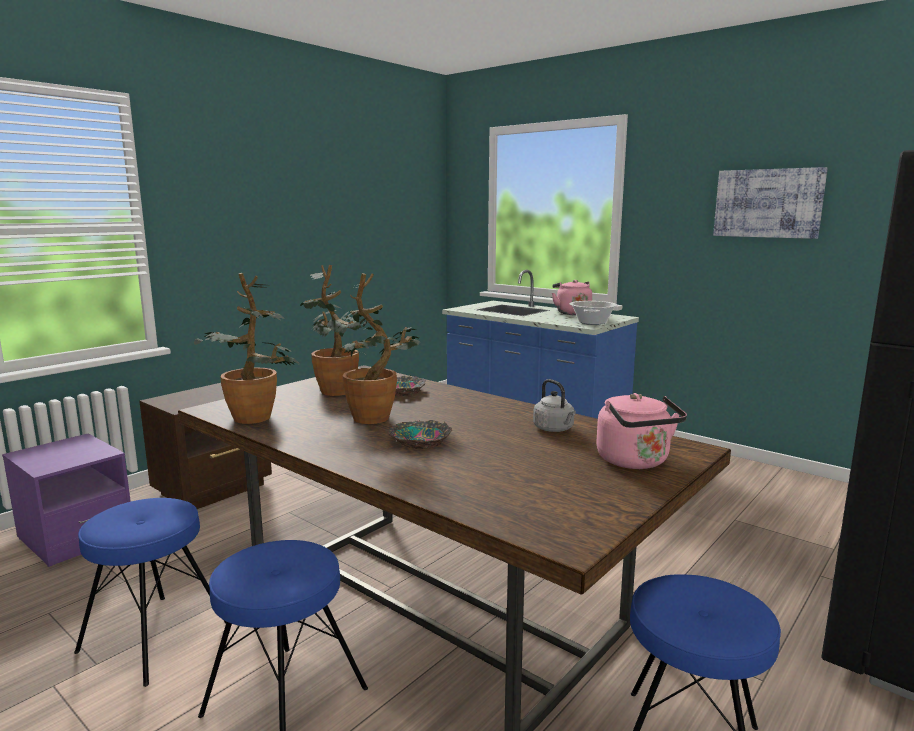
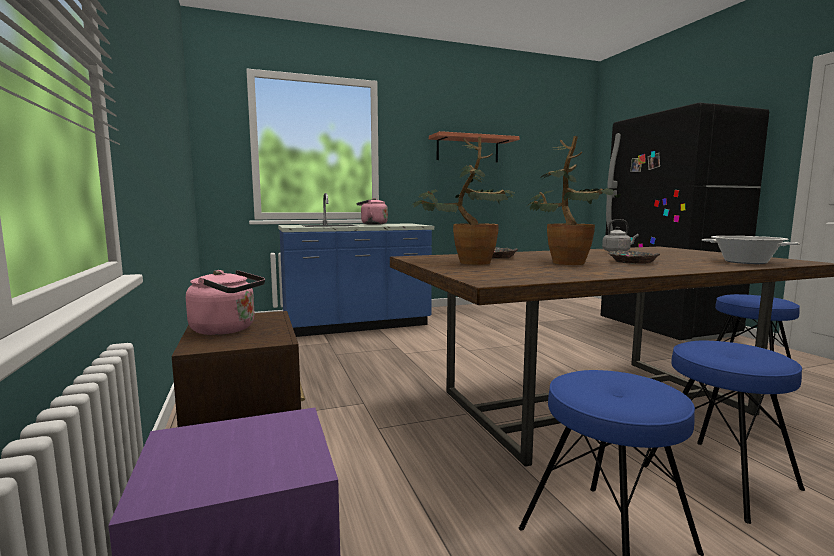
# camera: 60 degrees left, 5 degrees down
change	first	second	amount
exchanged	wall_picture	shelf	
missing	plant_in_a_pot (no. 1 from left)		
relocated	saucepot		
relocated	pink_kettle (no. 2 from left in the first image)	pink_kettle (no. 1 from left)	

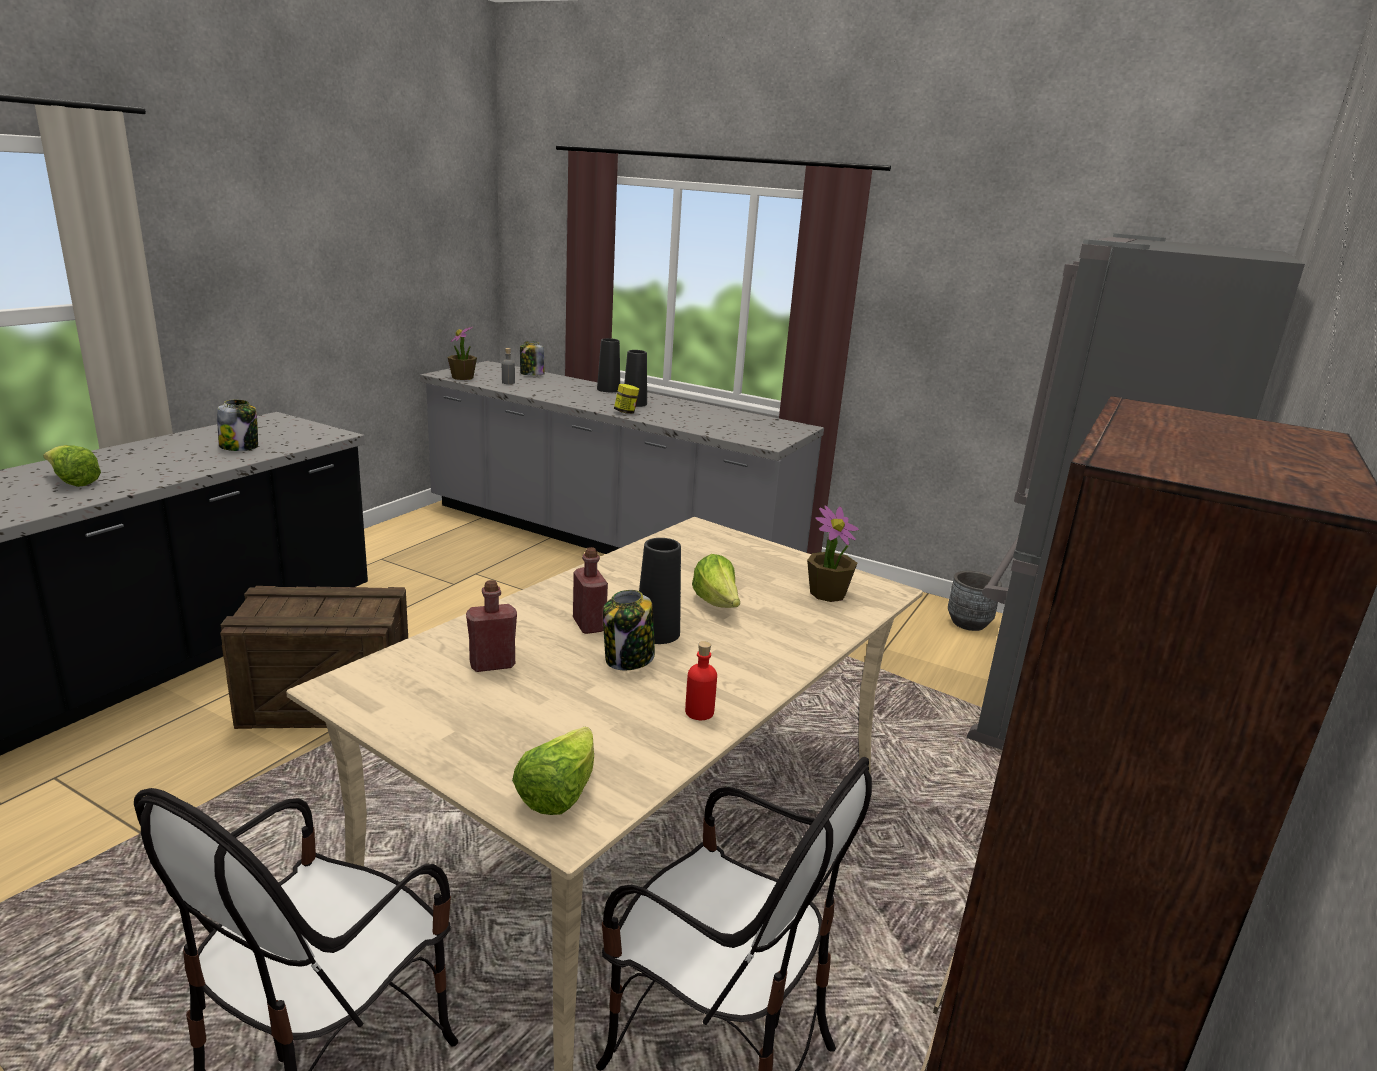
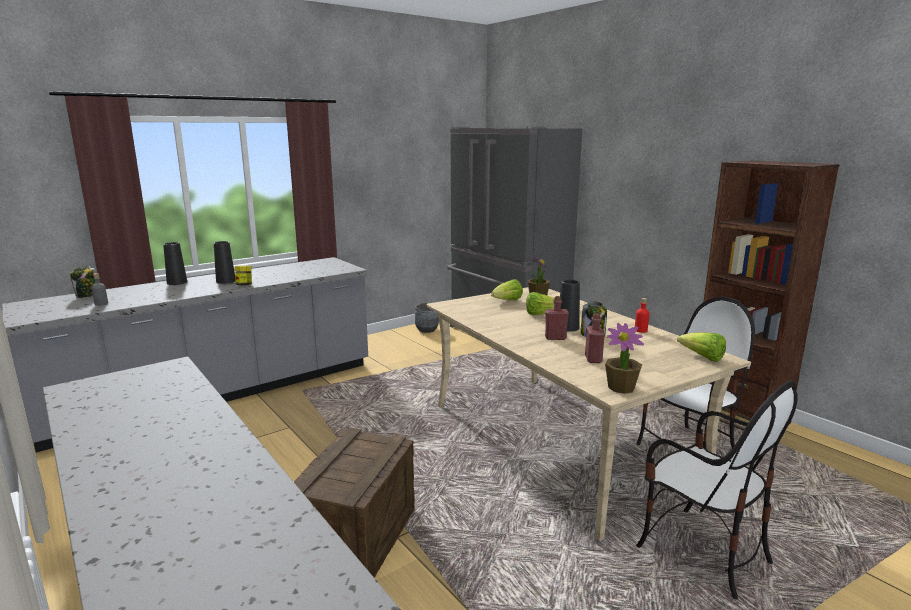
# camera: 65 degrees left, 5 degrees down
change	first	second	amount
relocated	plant_in_a_pot (no. 1 from left in the first image)	plant_in_a_pot (no. 2 from left)	
missing	storage_jar (no. 1 from left)		
relocated	lettuce (no. 1 from left)		

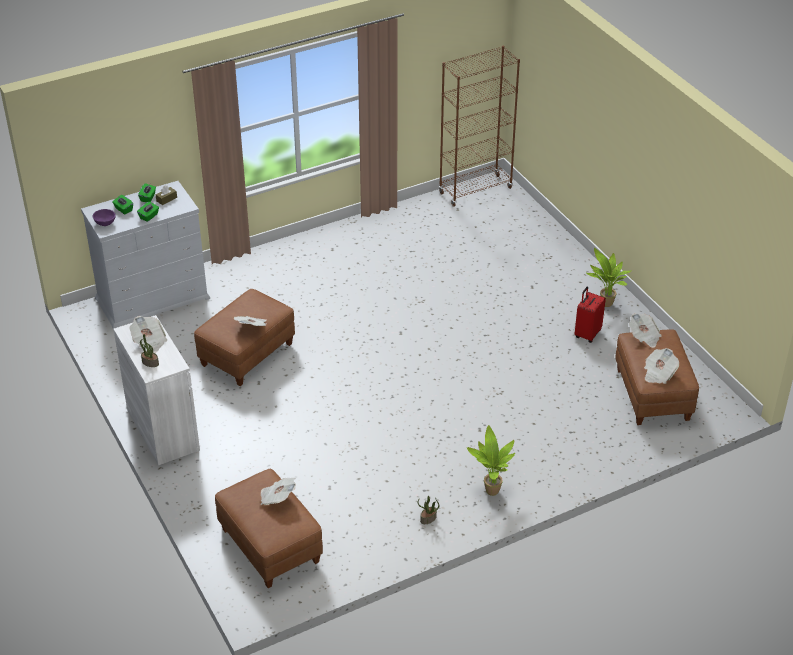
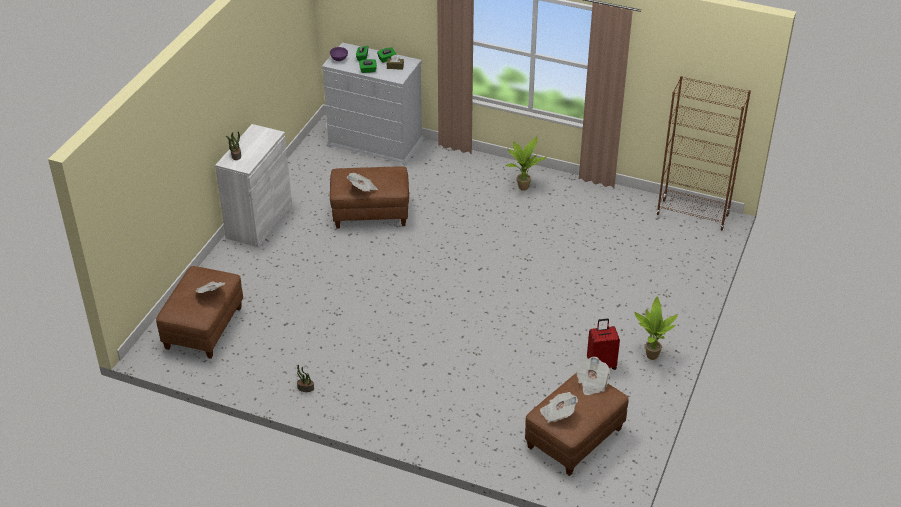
# camera: 50 degrees right, 0 degrees up
change	first	second	amount
missing	newspaper (no. 1 from left)		
relocated	plant_in_a_pot (no. 3 from left)		

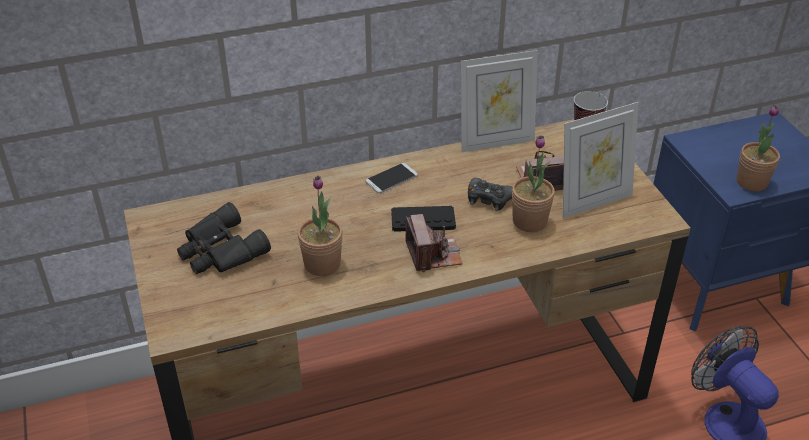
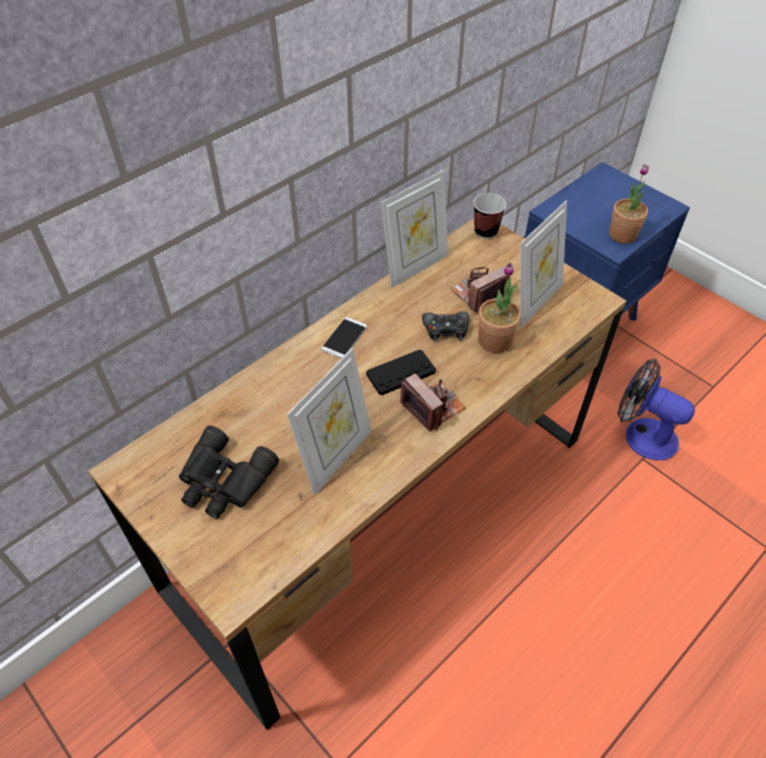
# camera: 25 degrees left, 10 degrees up
change	first	second	amount
exchanged	plant_in_a_pot (no. 1 from left)	picture_frame (no. 1 from left)	

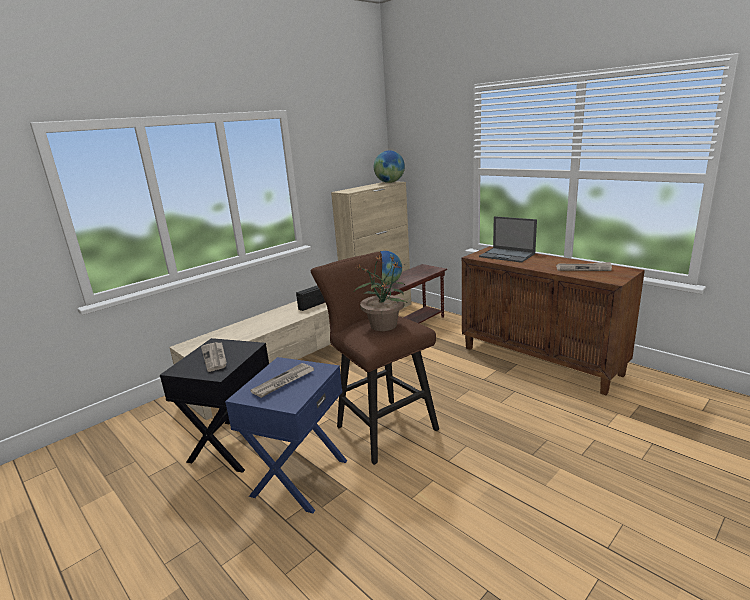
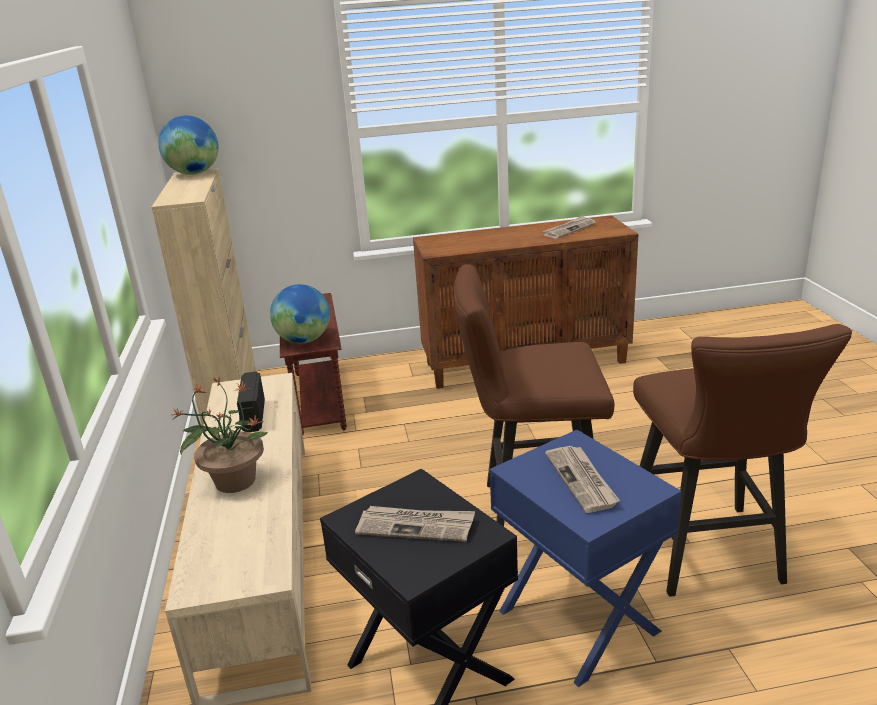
# camera: 55 degrees left, 5 degrees up
change	first	second	amount
missing	portable_computer		
relocated	plant_in_a_pot		
appeared		brown-coloured_stool_seat (no. 2 from left)	

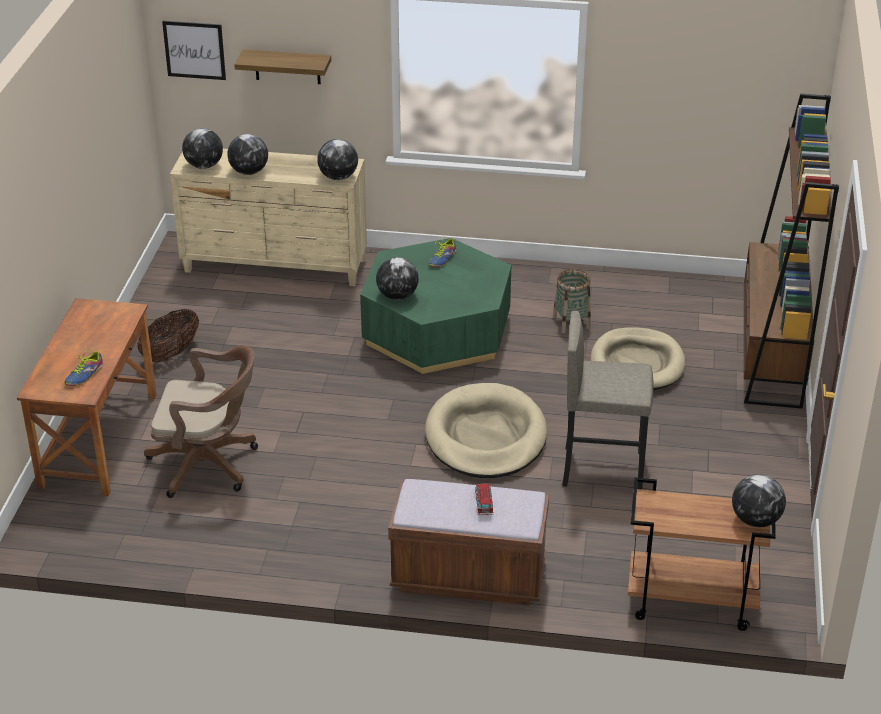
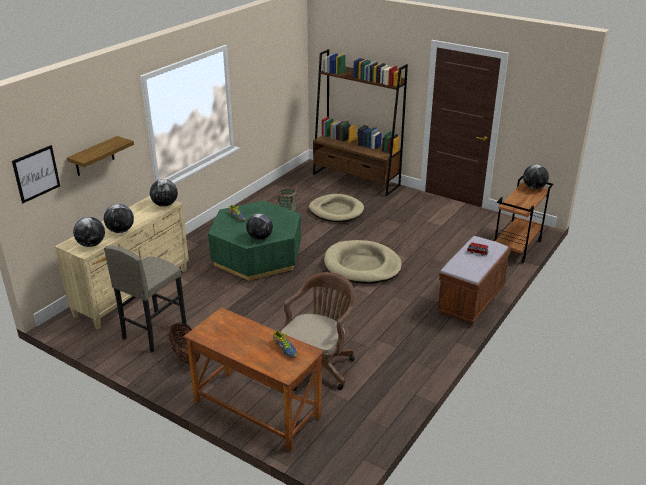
# camera: 65 degrees left, 5 degrees down
change	first	second	amount
relocated	gray_stool_seat		

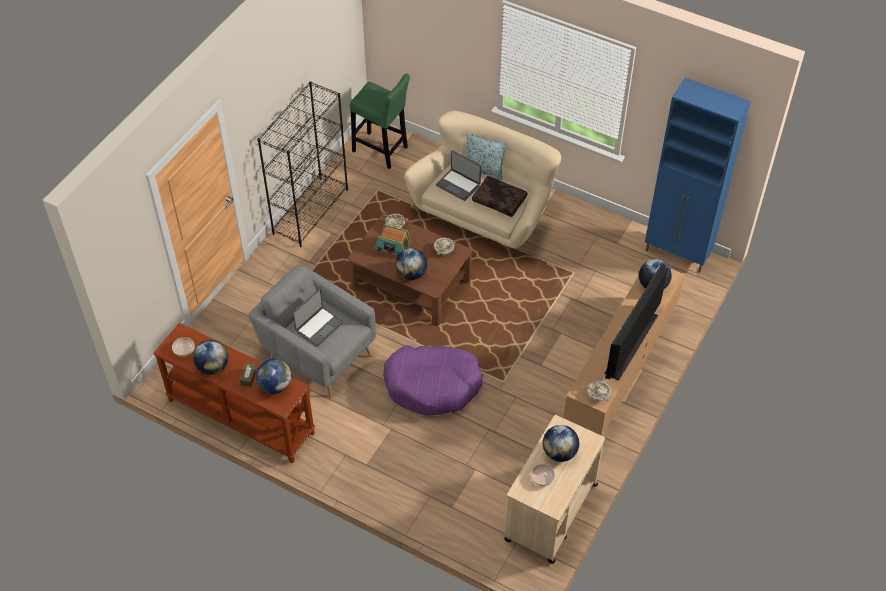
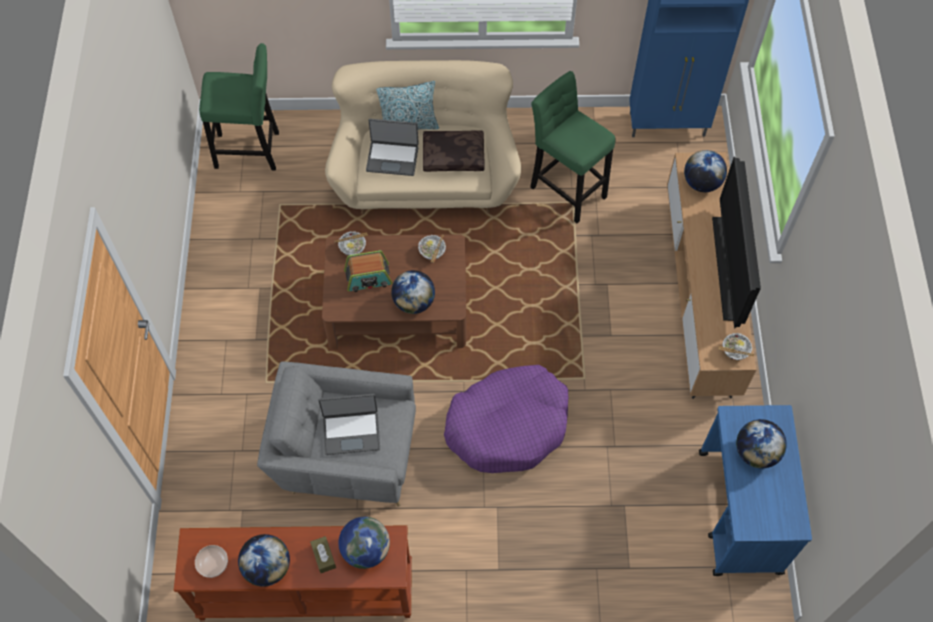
# camera: 30 degrees left, 10 degrees up
change	first	second	amount
missing	black_bookcase		
spun	portable_computer (no. 1 from left)		75 degrees clockwise
colour	sand-coloured_wheeled_cart	bluish_wheeled_cart	
missing	serving_bowl (no. 4 from left)		
appeared		green_stool_seat (no. 2 from left)	

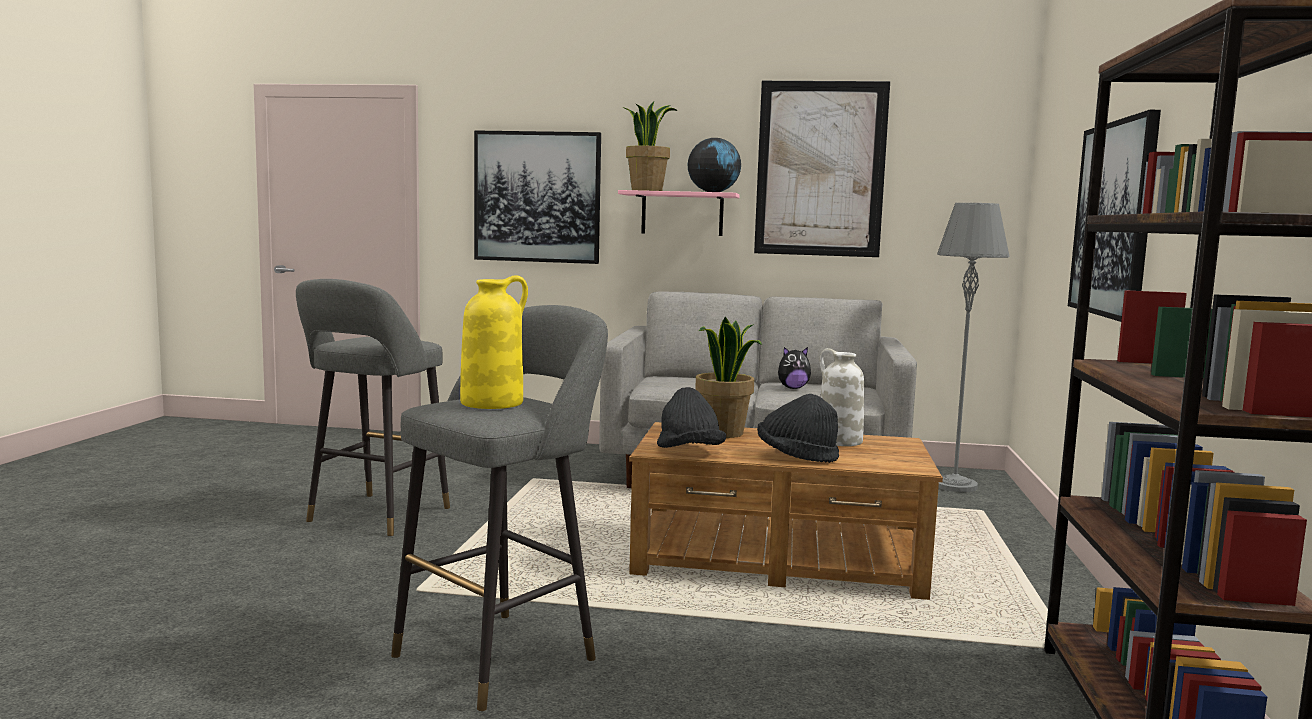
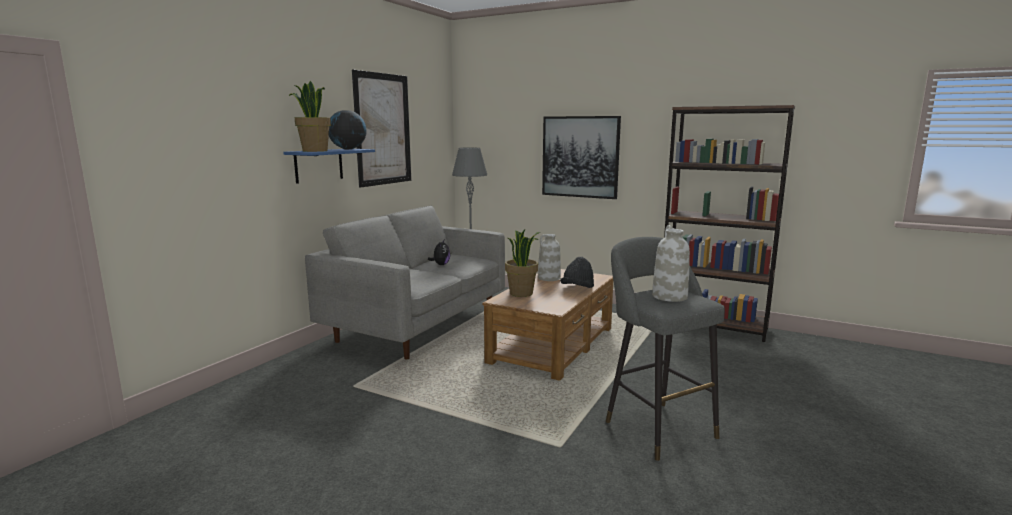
# camera: 70 degrees left, 5 degrees up
change	first	second	amount
missing	wall_picture (no. 1 from left)		
colour	pink_shelf	bluish_shelf	
colour	yellow-coloured_vase	white-coloured_vase (no. 2 from left)	
missing	gray_stool_seat (no. 1 from left)		
missing	black_clothing_hat (no. 1 from left)		

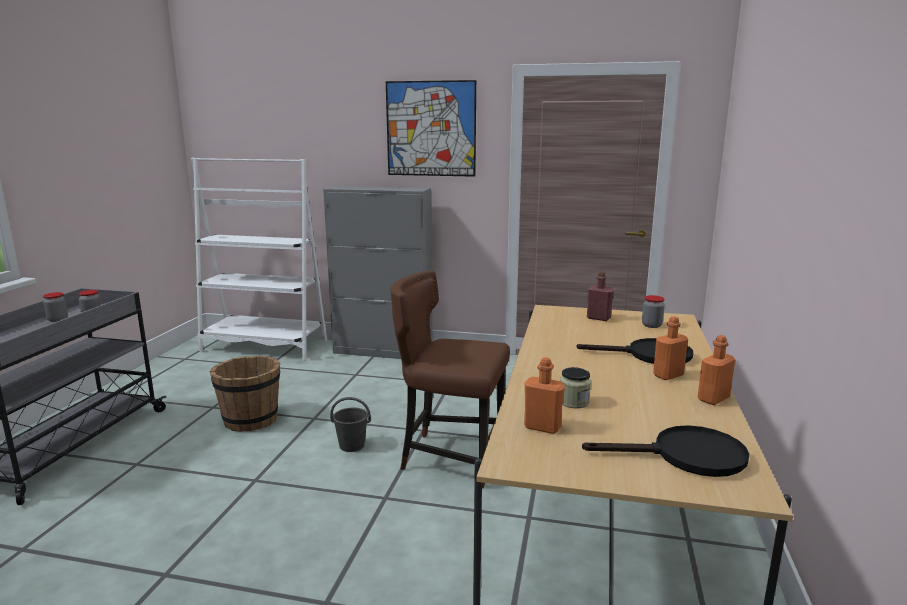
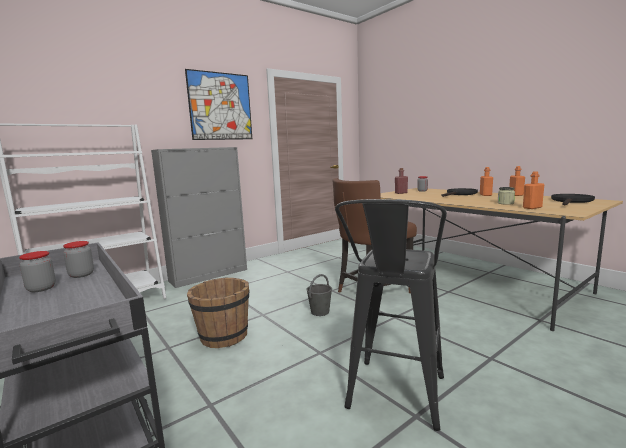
# camera: 50 degrees left, 5 degrees down
change	first	second	amount
appeared		black_stool_seat	

